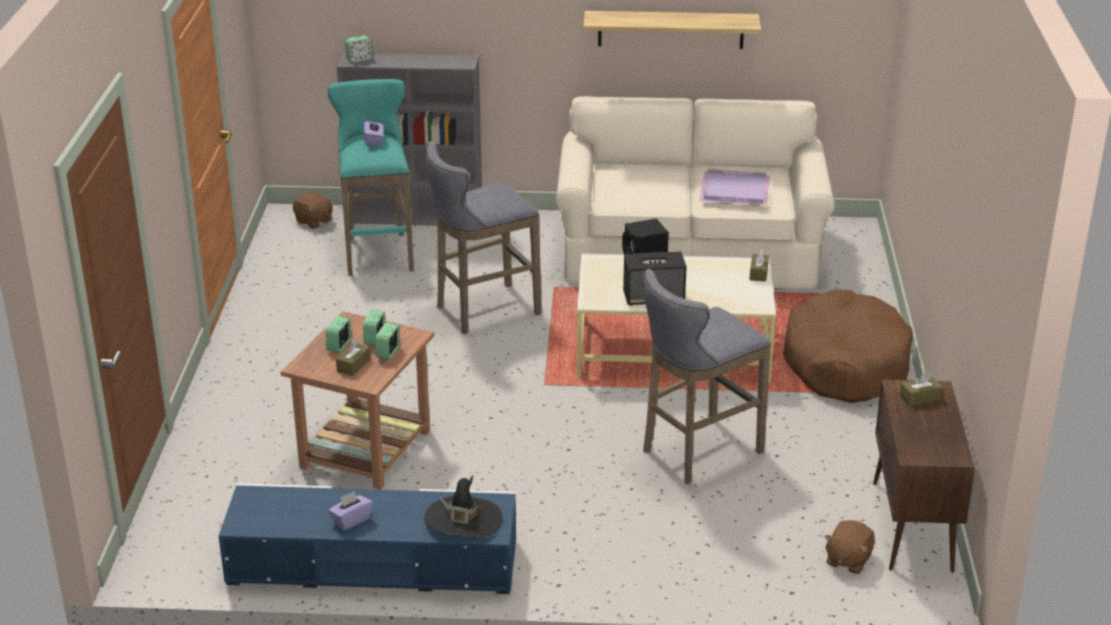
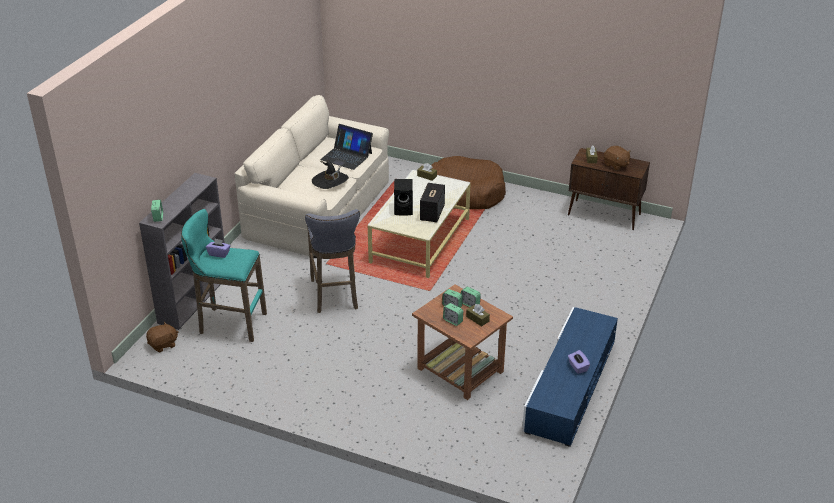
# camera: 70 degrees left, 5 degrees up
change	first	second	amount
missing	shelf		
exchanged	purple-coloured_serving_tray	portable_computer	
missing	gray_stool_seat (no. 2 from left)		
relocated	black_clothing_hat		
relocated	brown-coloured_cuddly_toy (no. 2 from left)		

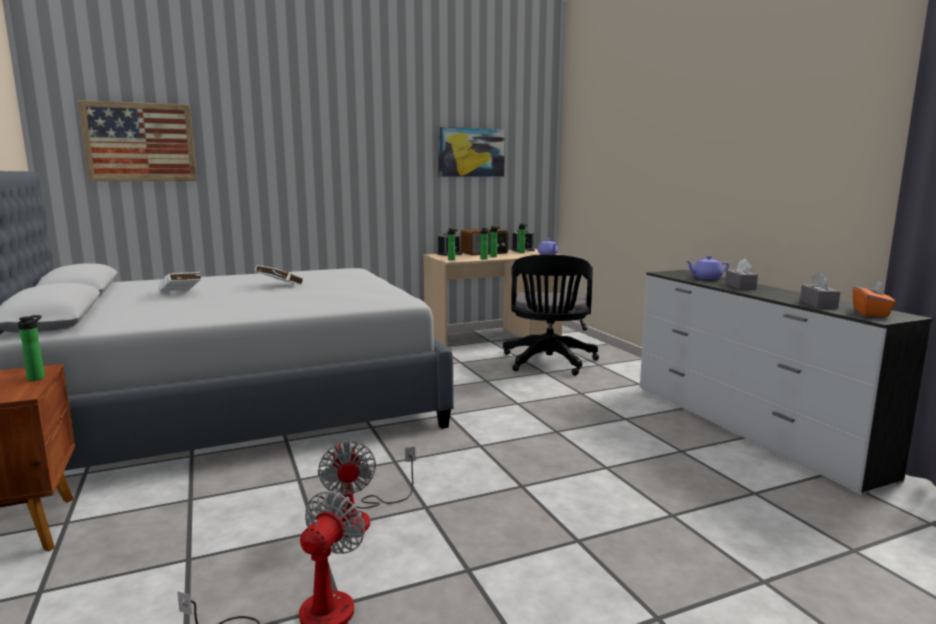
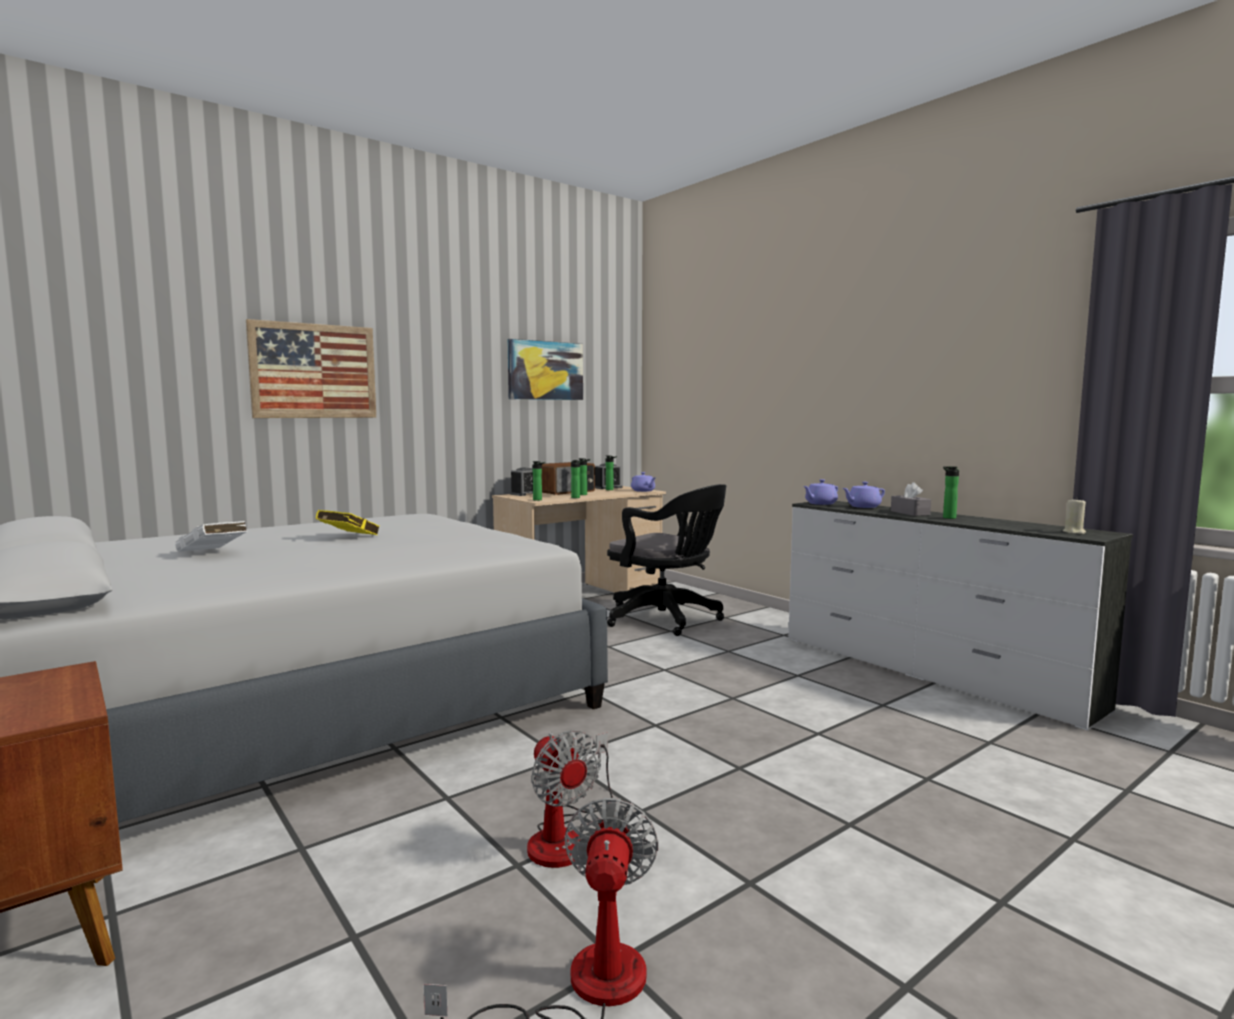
# camera: 15 degrees left, 5 degrees down
change	first	second	amount
relocated	wall_picture (no. 1 from left)		
spun	black_office_chair		45 degrees counterclockwise
colour	white-coloured_book (no. 2 from left)	yellow-coloured_book	
missing	gray_box_of_tissues (no. 2 from left)		
exchanged	orange-coloured_box_of_tissues	sand-coloured_wax_light	
relocated	beverage_bottle (no. 1 from left in the first image)	beverage_bottle (no. 5 from left)	
appeared		purple-coloured_pot_for_tea (no. 2 from left)	

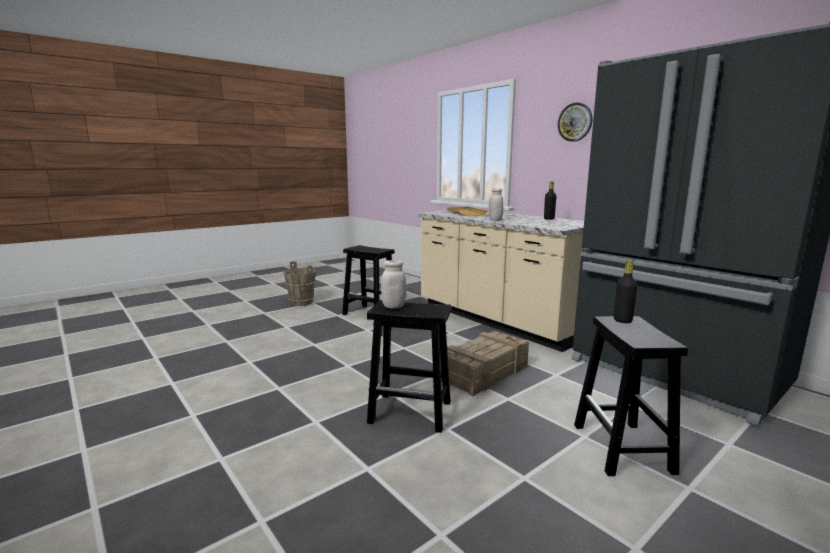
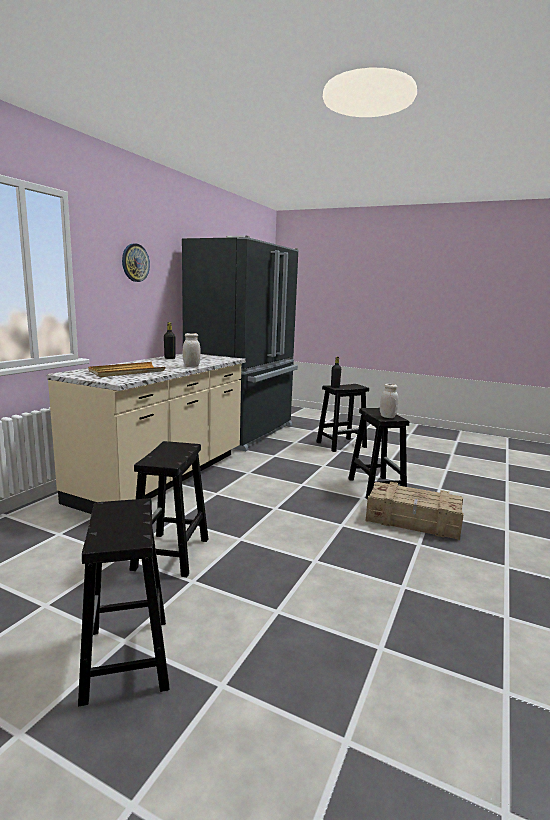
# camera: 115 degrees left, 0 degrees up
change	first	second	amount
exchanged	brown-coloured_bucket	black_stool_seat (no. 1 from left)	
relocated	shipping_crate		

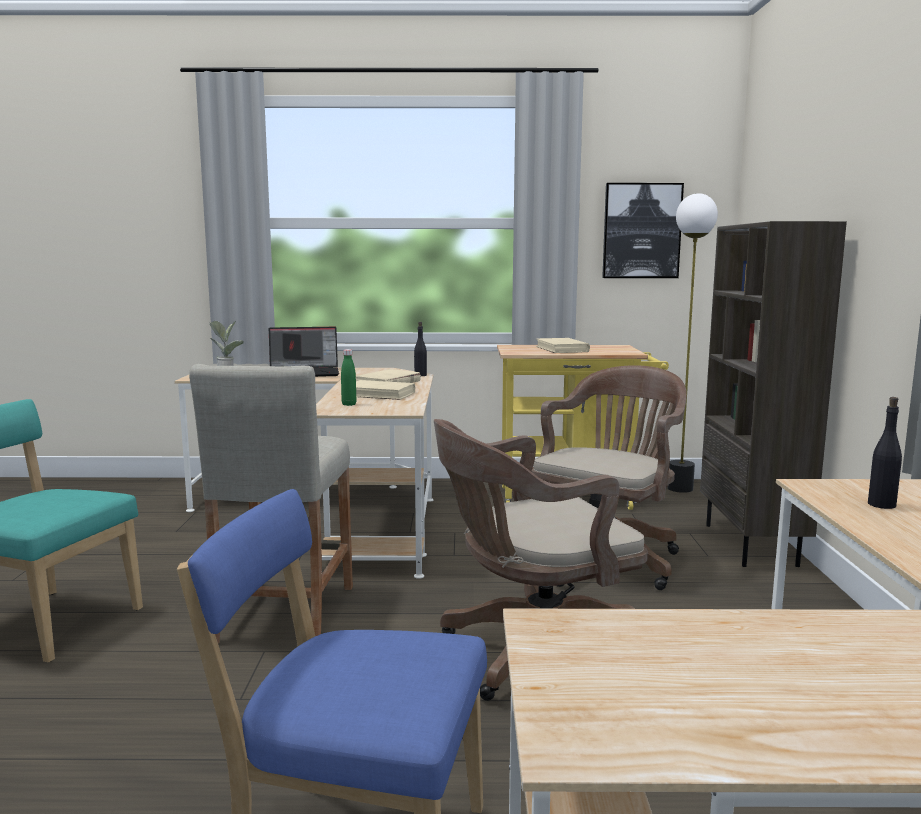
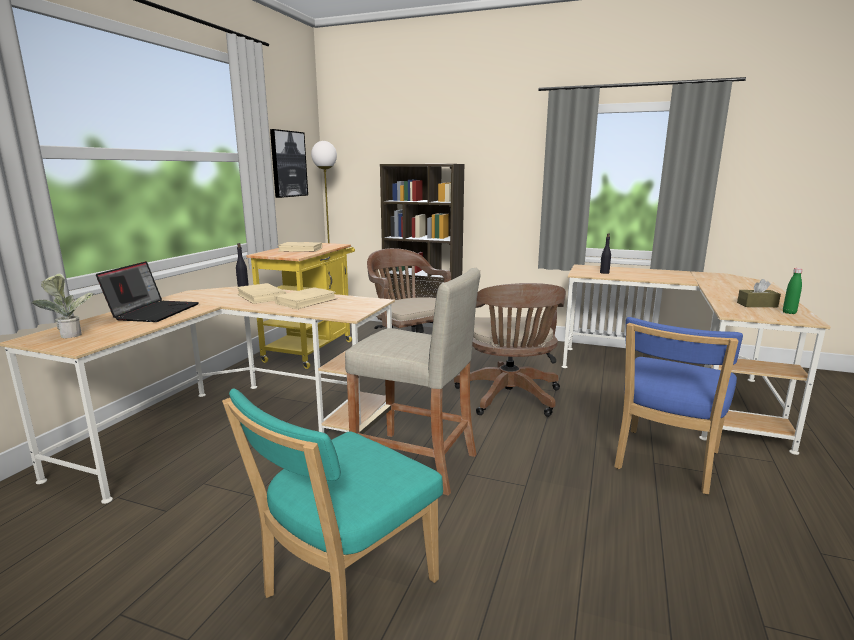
# camera: 70 degrees left, 5 degrees up
change	first	second	amount
relocated	green_beverage_bottle		
appeared		brown-coloured_box_of_tissues	

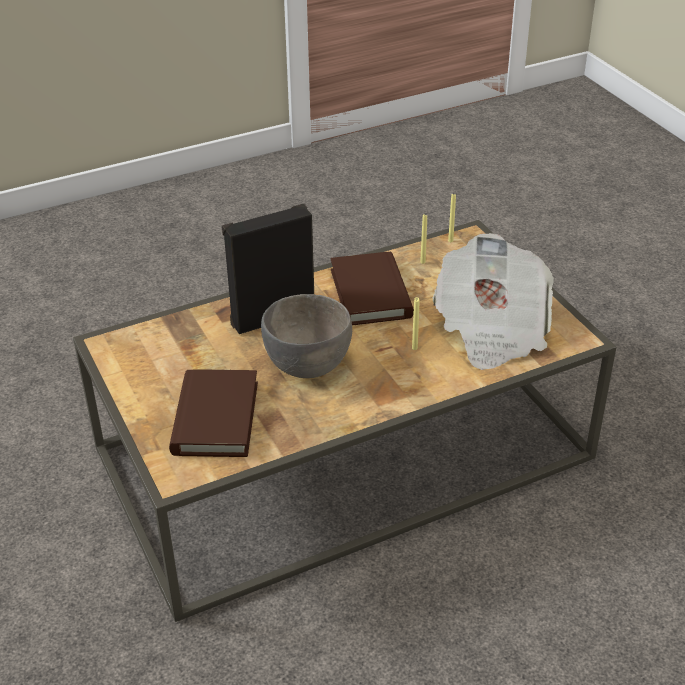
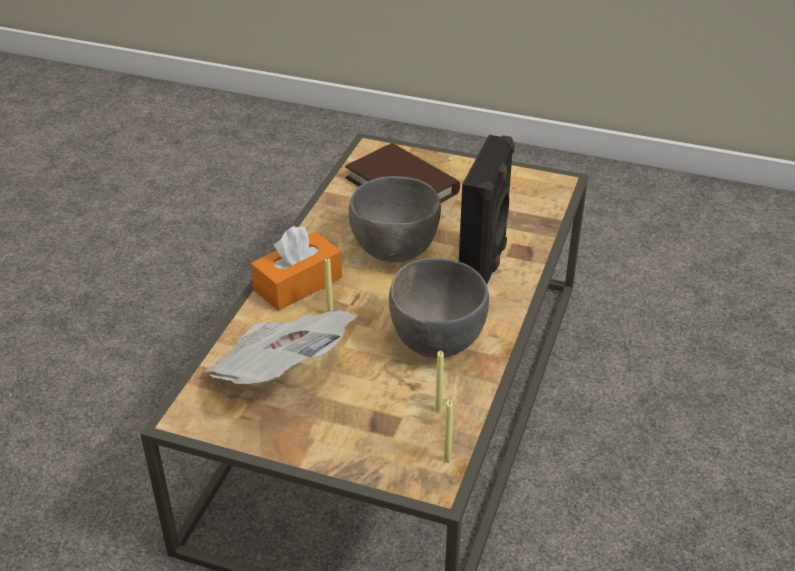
# camera: 135 degrees right, 0 degrees up
change	first	second	amount
exchanged	brown-coloured_book (no. 2 from left)	gray_serving_bowl (no. 2 from left)	
appeared		orange-coloured_box_of_tissues	

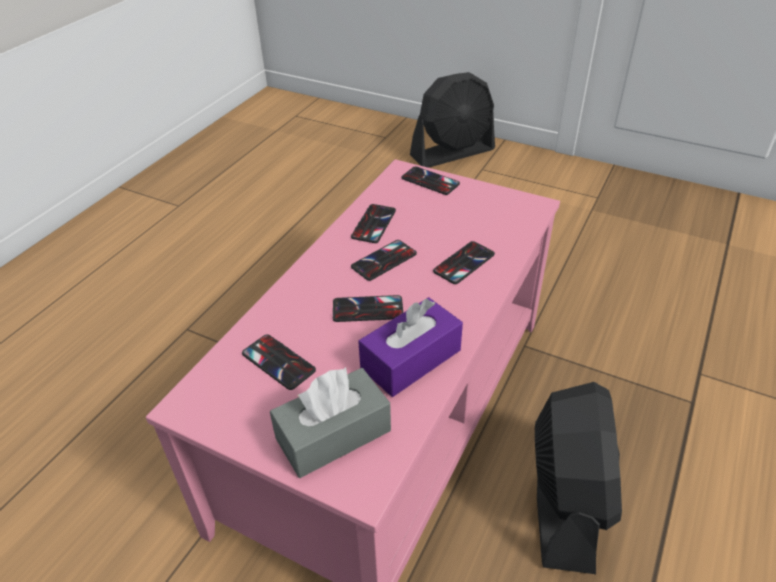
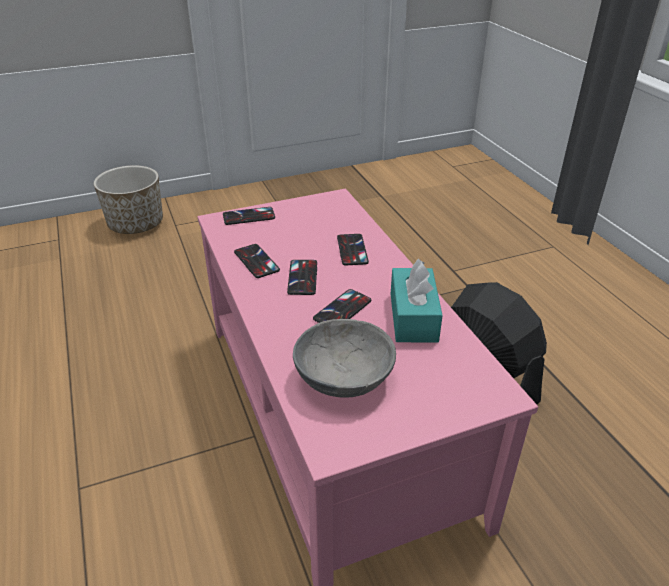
# camera: 50 degrees left, 5 degrees down
change	first	second	amount
exchanged	black_electric_fan (no. 1 from left)	plant_pot	
colour	purple-coloured_box_of_tissues	blue-green_box_of_tissues	
exchanged	phone (no. 1 from left)	gray_serving_bowl	
missing	gray_box_of_tissues		

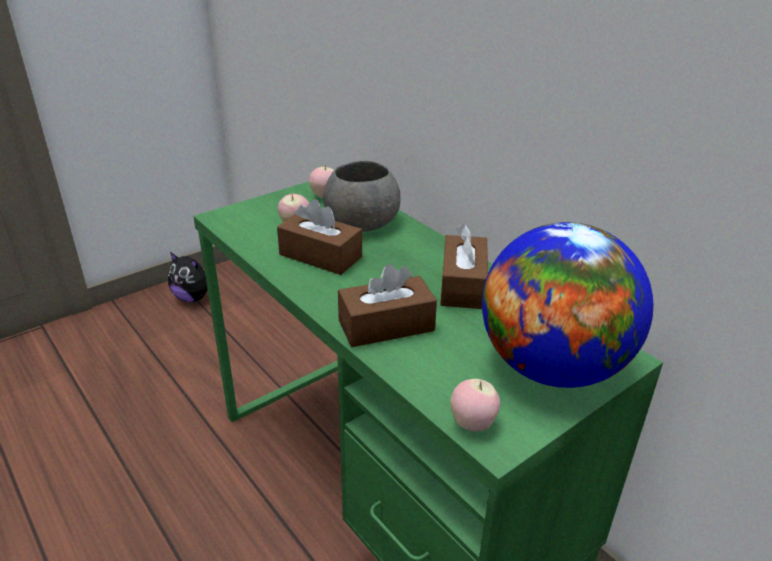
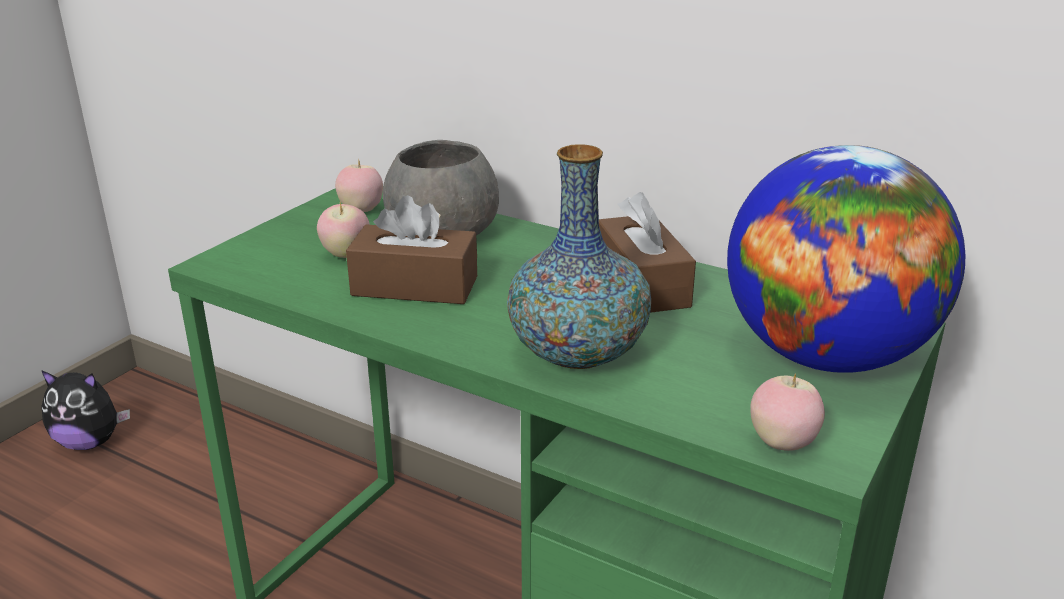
# camera: 20 degrees left, 5 degrees down
change	first	second	amount
exchanged	brown-coloured_box_of_tissues (no. 2 from left)	vase	

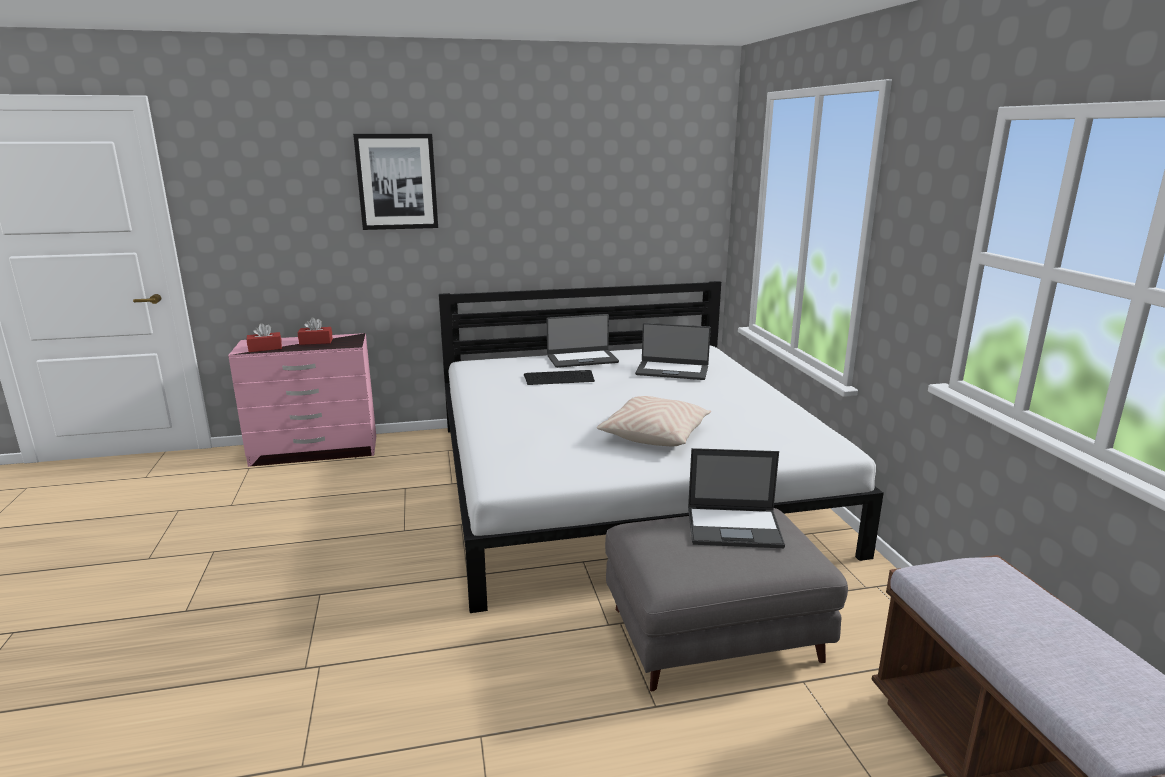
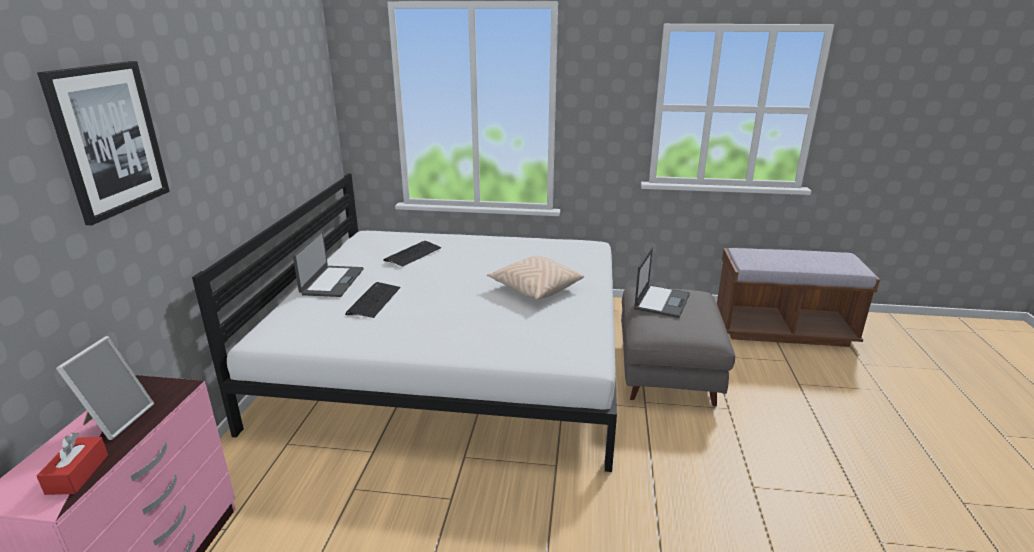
# camera: 70 degrees left, 5 degrees up
change	first	second	amount
exchanged	red_box_of_tissues (no. 2 from left)	picture_frame	
exchanged	portable_computer (no. 2 from left)	computer_keyboard (no. 2 from left)	

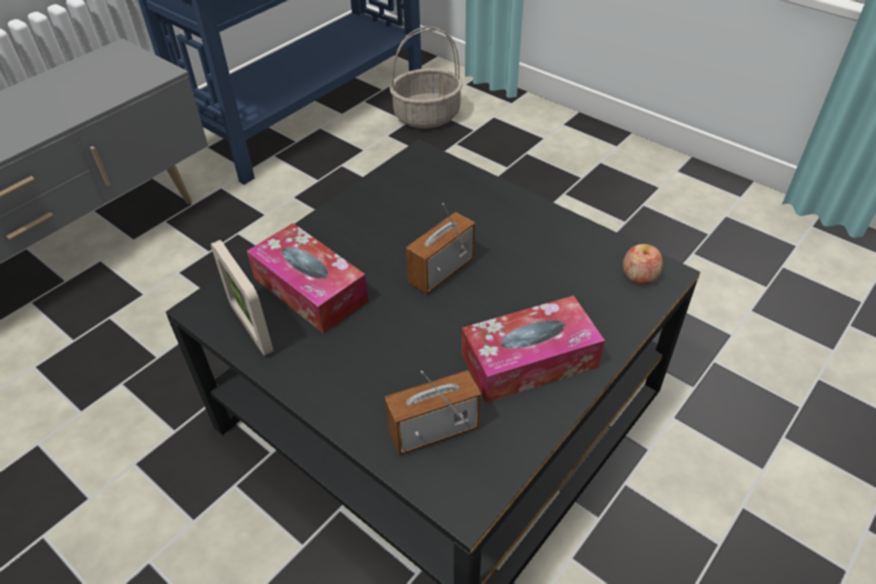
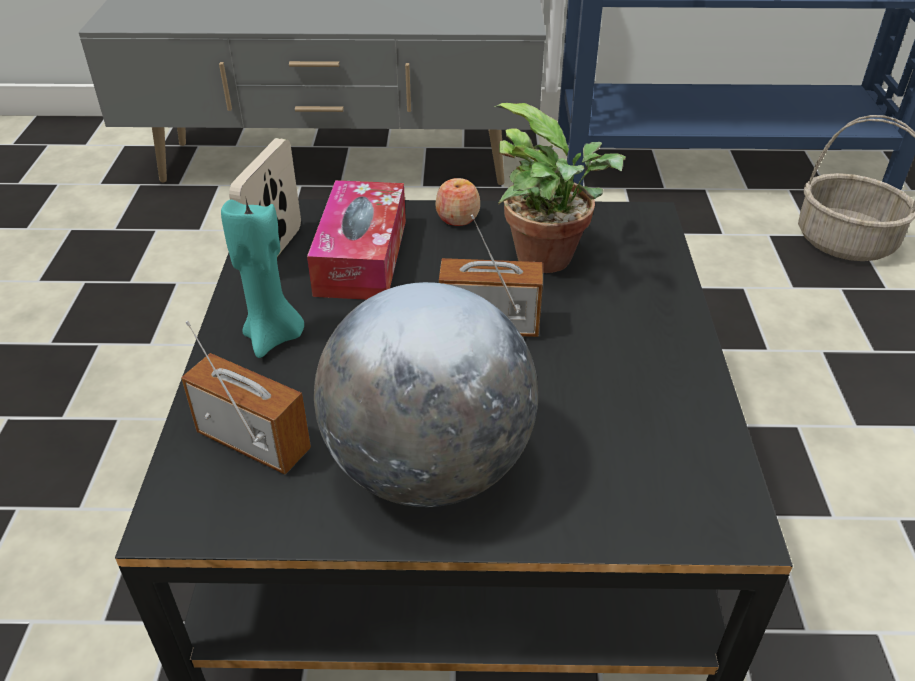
# camera: 50 degrees right, 5 degrees down
change	first	second	amount
relocated	apple		
exchanged	box_of_tissues (no. 2 from left)	desk_globe	
appeared		plant_in_a_pot	
appeared		blue-green_wax_light	

